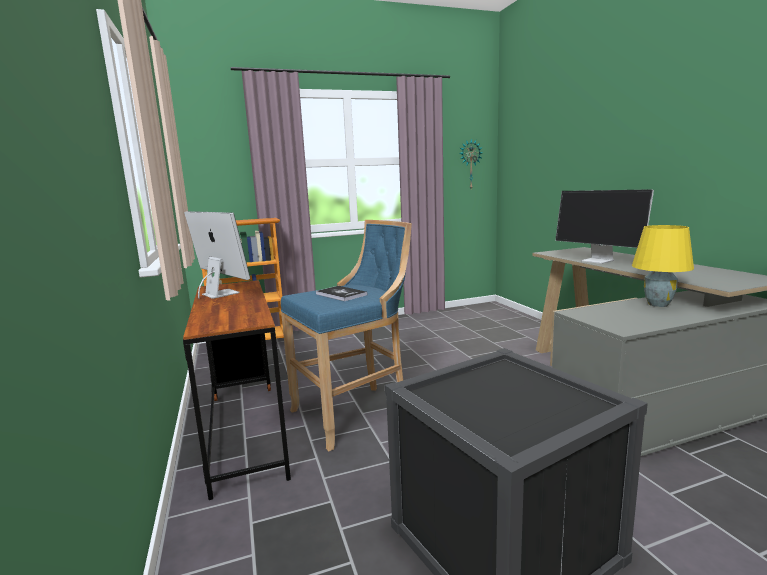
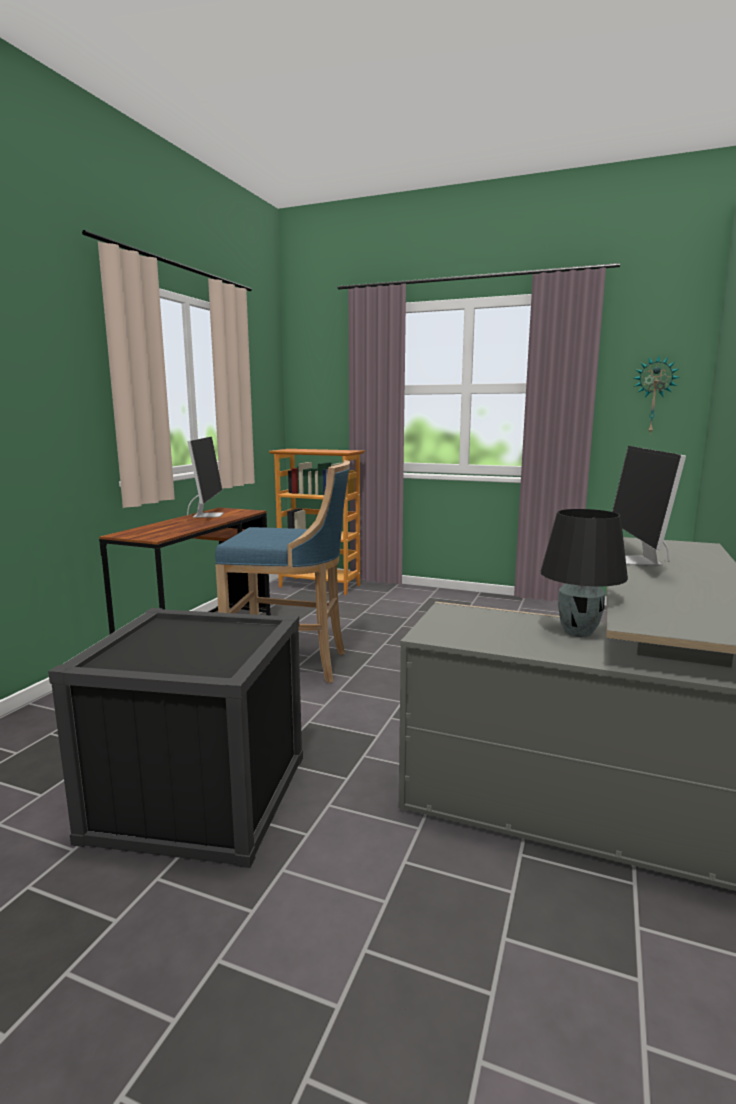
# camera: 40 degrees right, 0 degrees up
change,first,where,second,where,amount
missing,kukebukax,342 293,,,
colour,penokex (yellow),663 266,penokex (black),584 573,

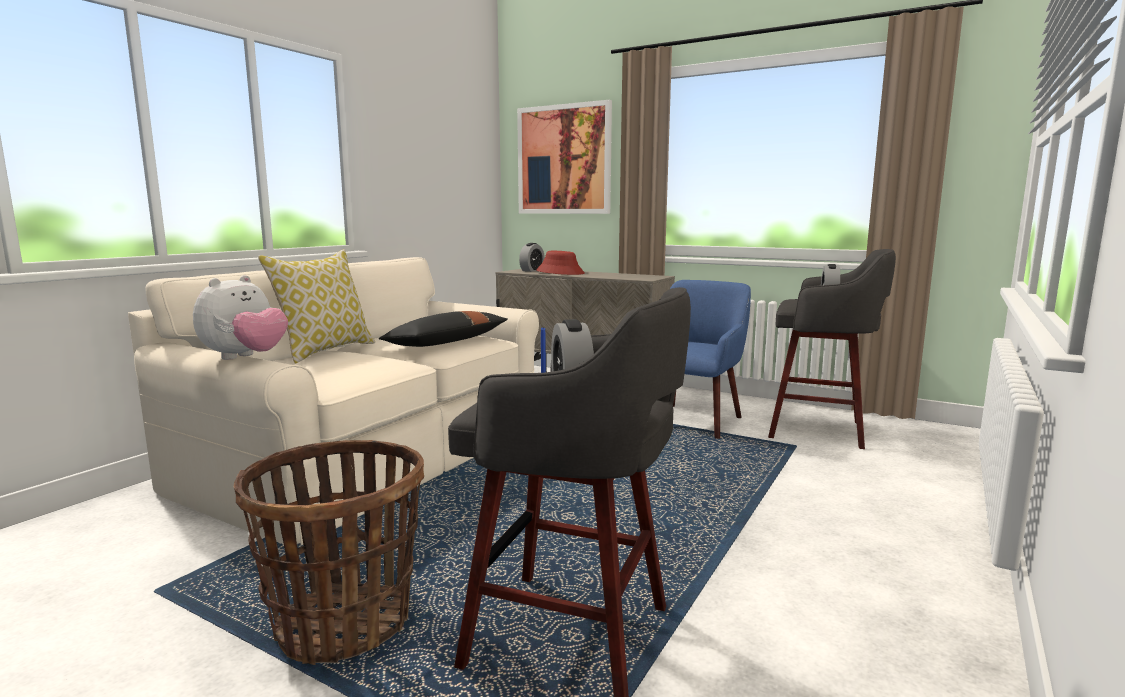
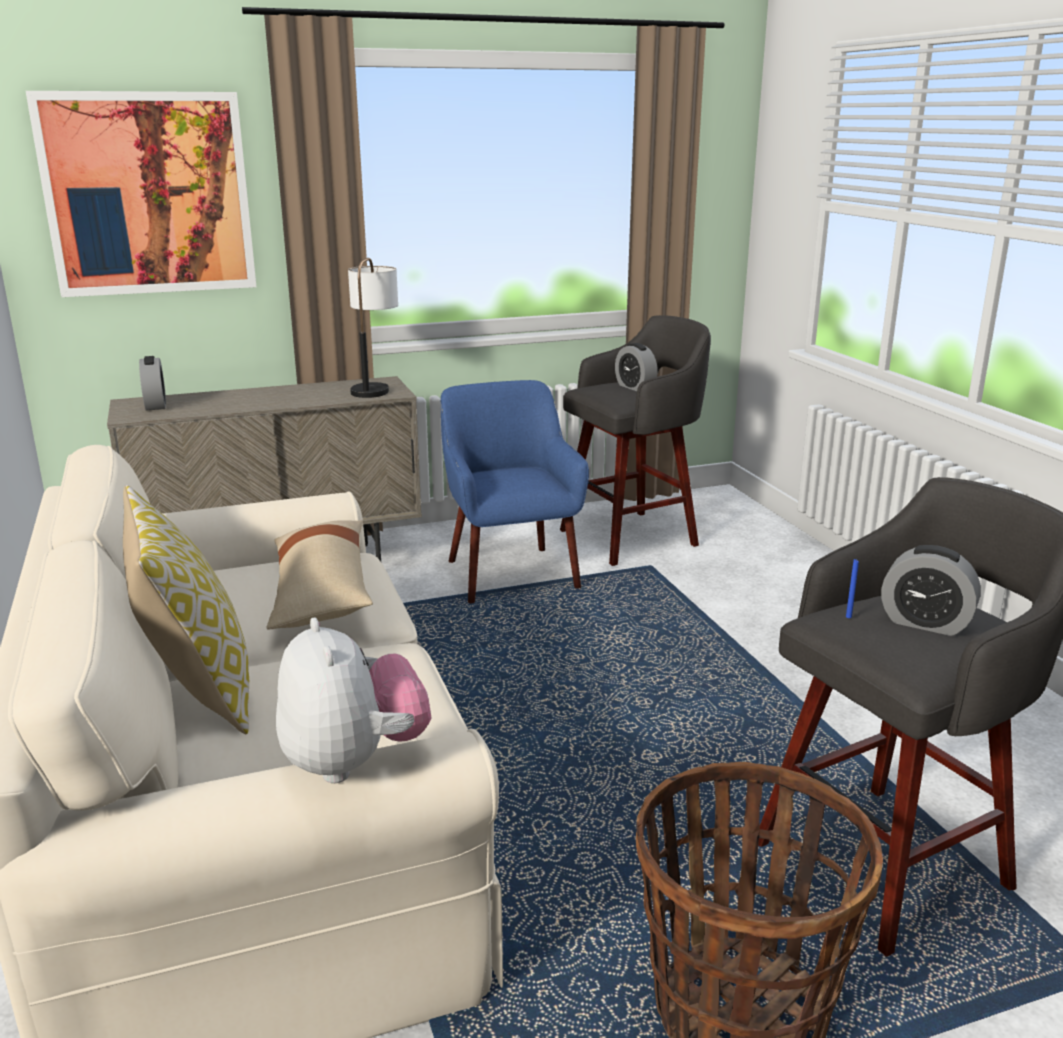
# camera: 50 degrees left, 10 degrees up
change,first,where,second,where,amount
colour,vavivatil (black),443 329,vavivatil (beige),319 575,
missing,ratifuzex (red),560 263,,,
appeared,,,penokex,373 328,

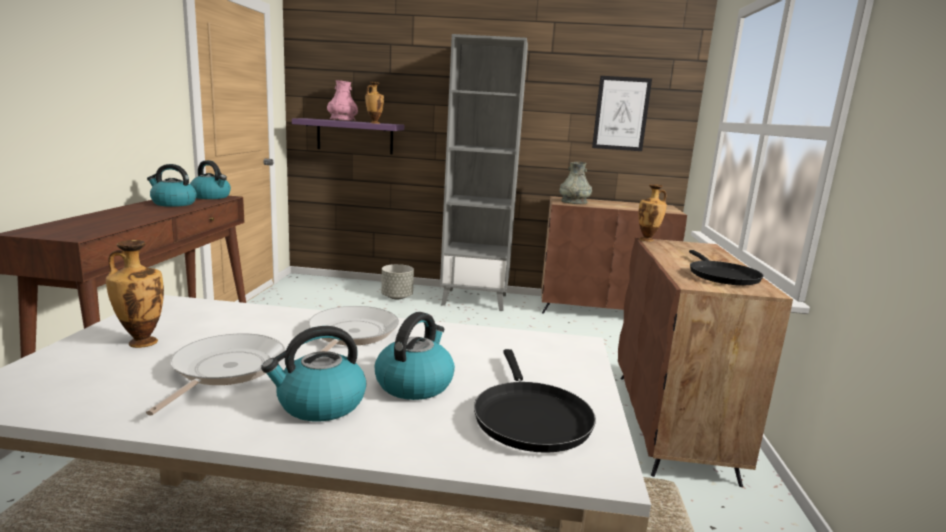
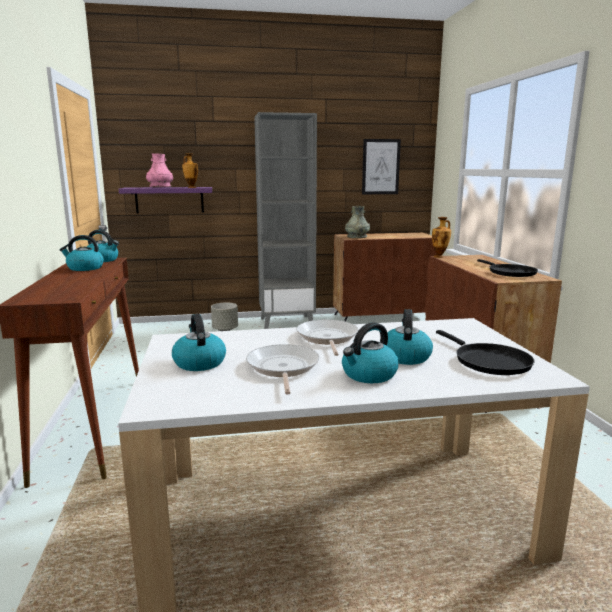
# camera: 15 degrees left, 0 degrees up
change,first,where,second,where,amount
exchanged,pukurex,135 294,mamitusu,199 342,

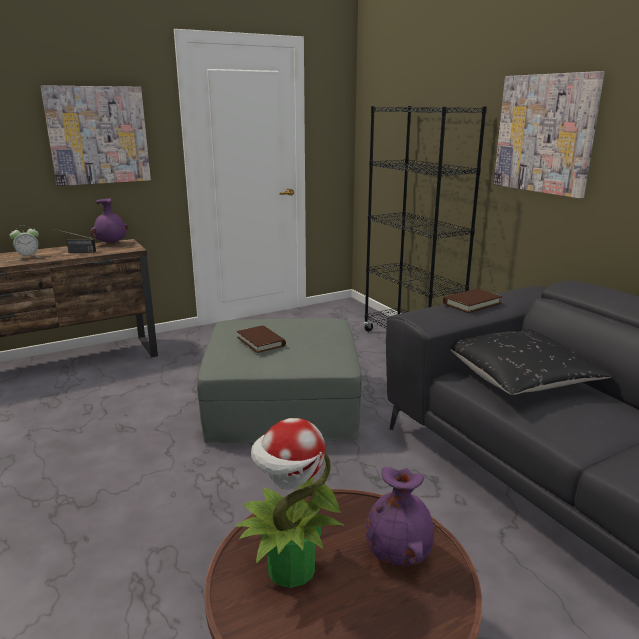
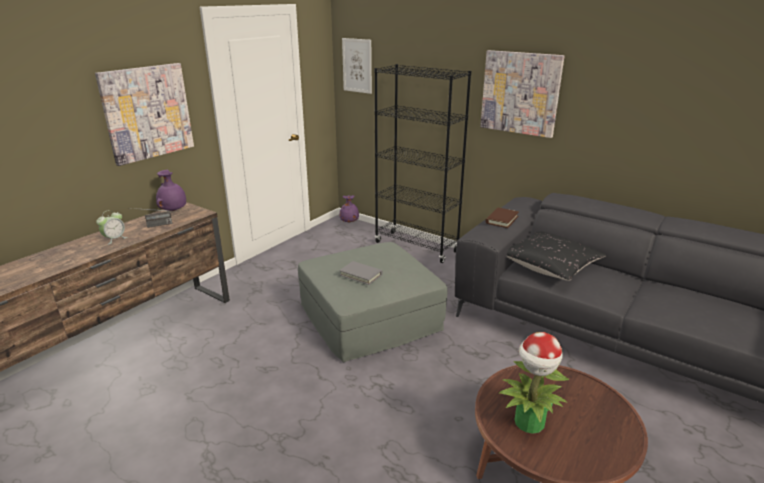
# camera: 25 degrees left, 5 degrees up
change,first,where,second,where,amount
colour,kukebukax (brown),261 339,kukebukax (grey),361 273,
relocated,pukurex (purple),400 516,,349 208,
appeared,,,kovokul,357 66,

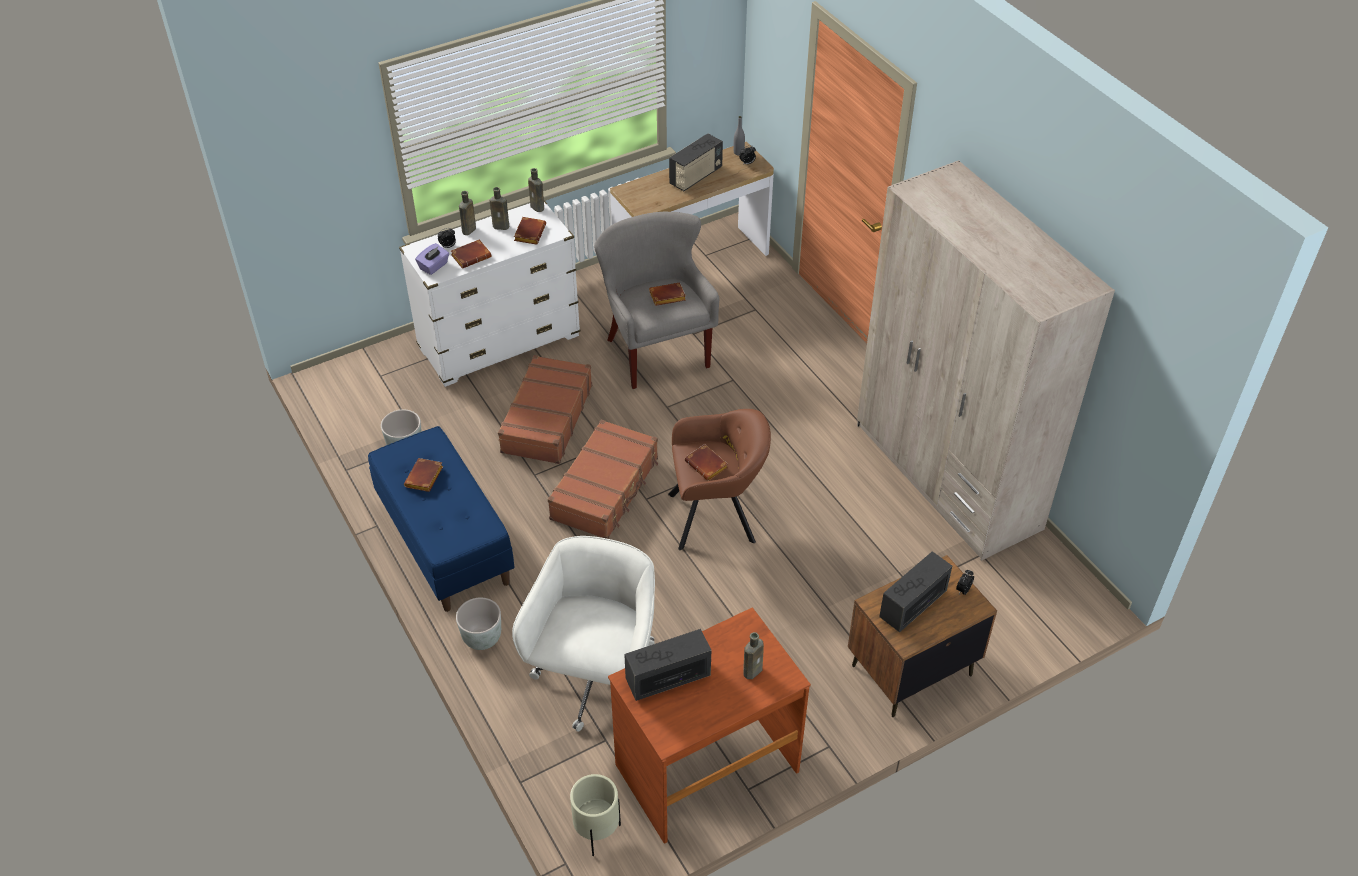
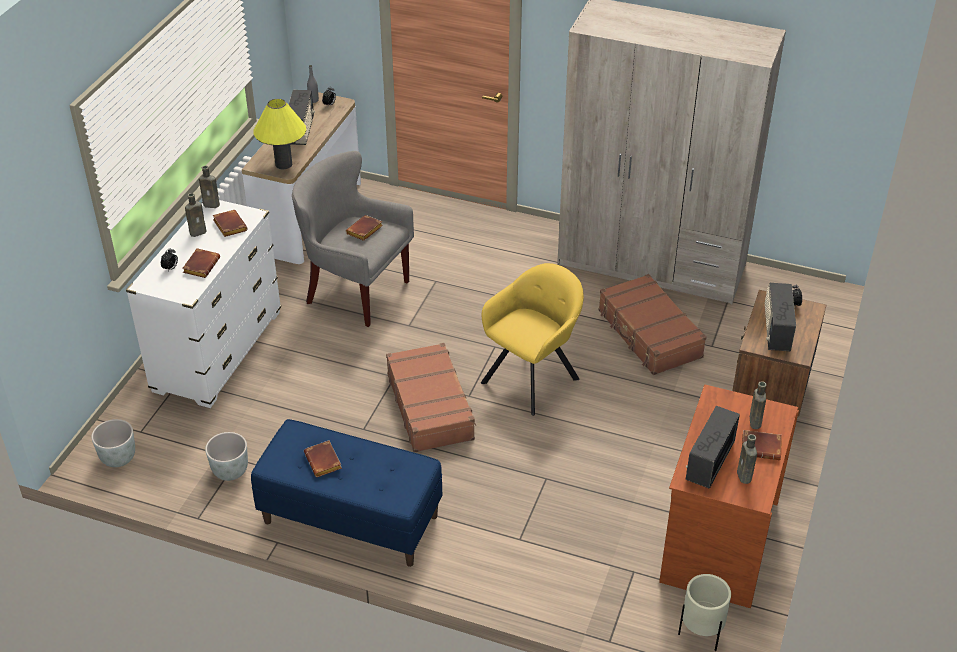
# camera: 40 degrees left, 5 degrees down
change,first,where,second,where,amount
missing,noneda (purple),432 259,,,
relocated,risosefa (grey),478 624,,113 443,
relocated,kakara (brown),467 213,,747 459,
relocated,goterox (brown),545 409,,653 324,
missing,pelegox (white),583 634,,,
colour,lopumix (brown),719 479,lopumix (yellow),532 339,
relocated,kukebukax (brown),706 462,,762 445,
appeared,,,penokex (yellow),279 134,

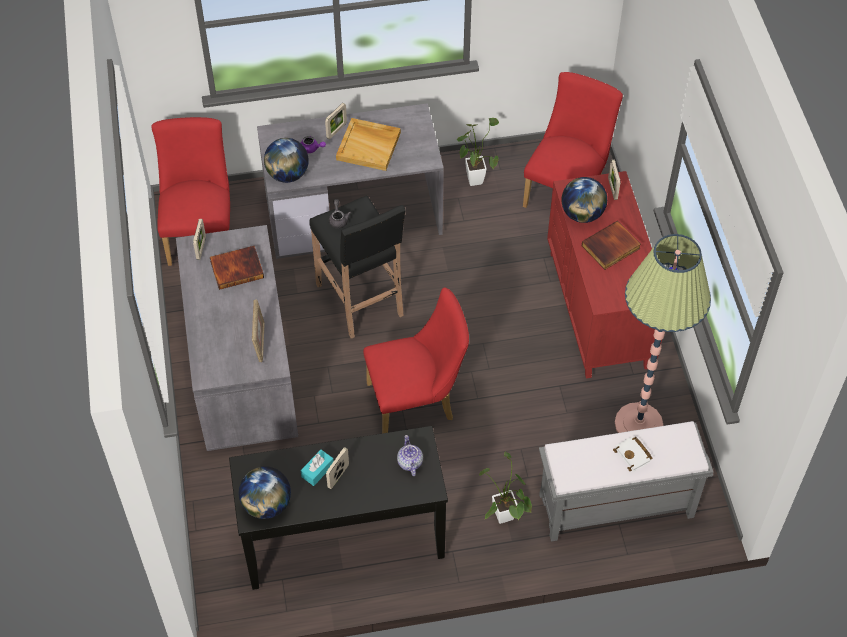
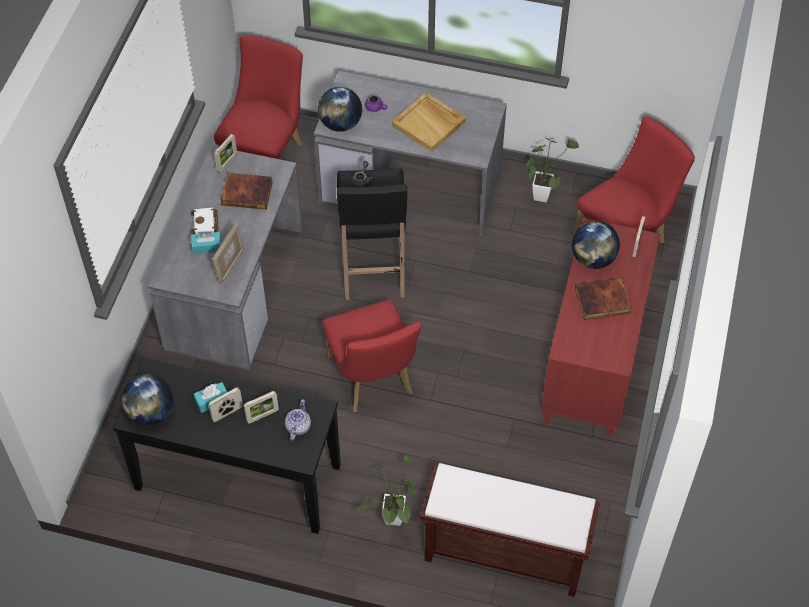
# camera: 25 degrees right, 0 degrees up
change,first,where,second,where,amount
relocated,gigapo,336 121,,261 407,
spun,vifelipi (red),416 360,,372 356,60 degrees clockwise
colour,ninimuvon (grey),626 481,ninimuvon (brown),509 530,
relocated,kukebukax (white),632 454,,204 221,
missing,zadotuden,663 333,,,
appeared,,,noneda (turquoise),206 243,

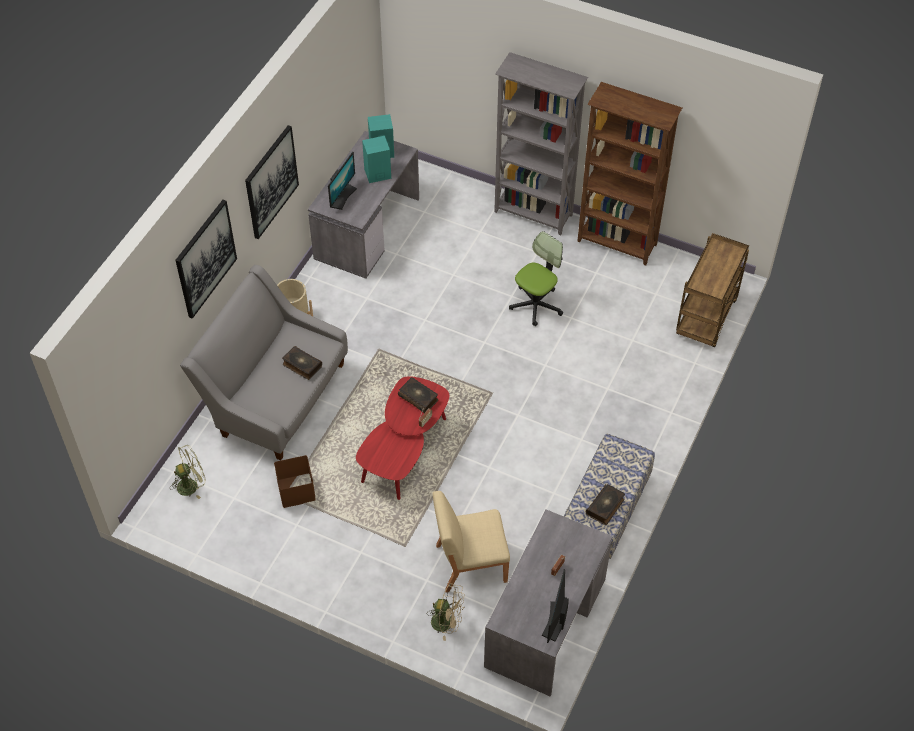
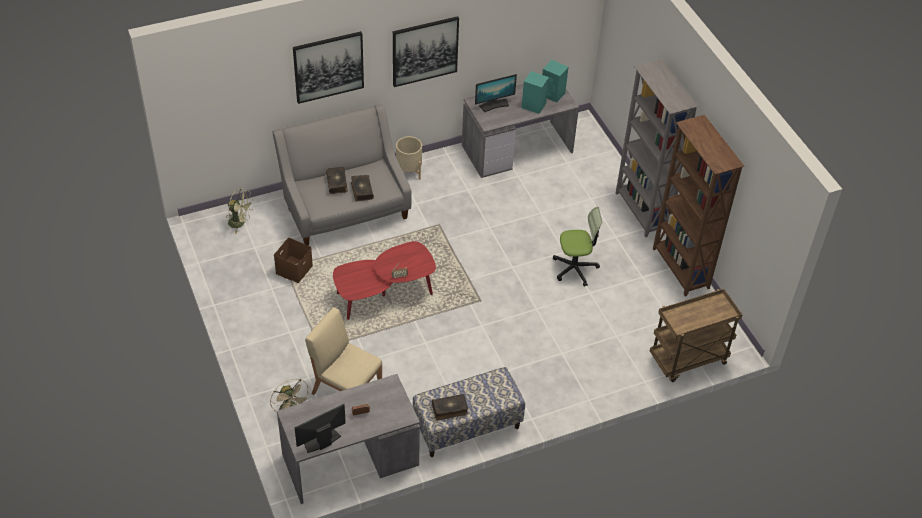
# camera: 40 degrees right, 5 degrees down
change,first,where,second,where,amount
relocated,kukebukax,418 395,,337 180,

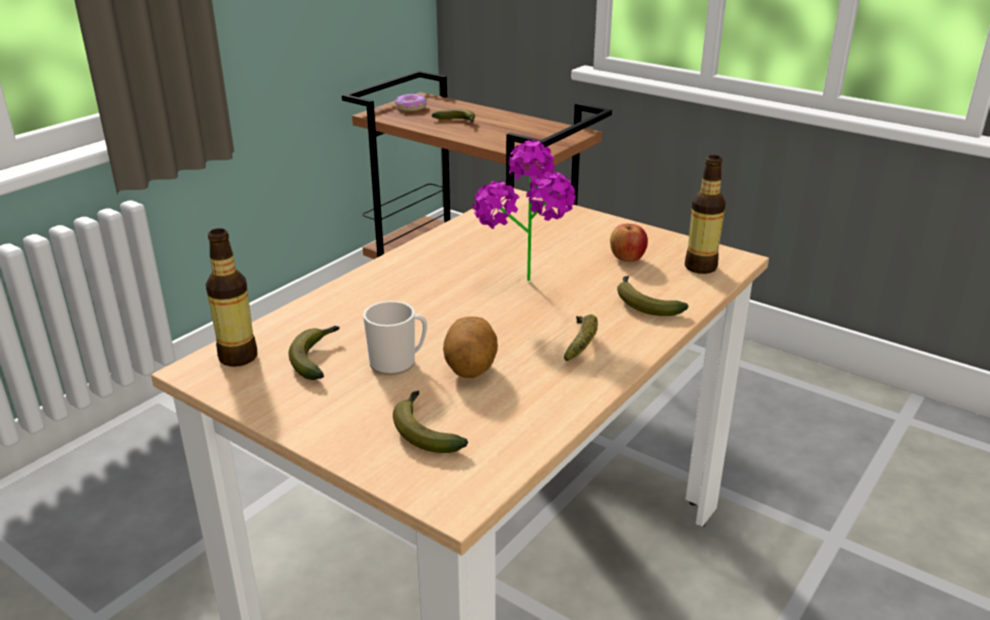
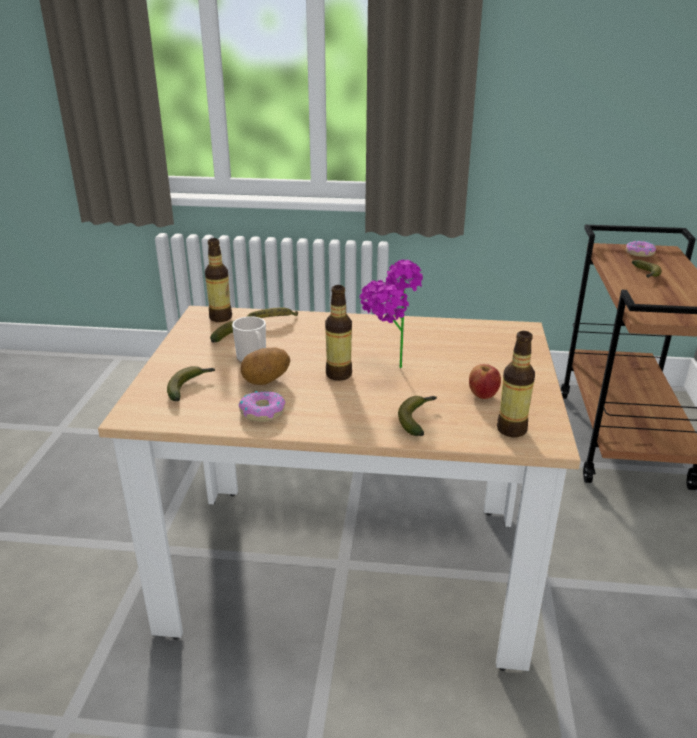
# camera: 60 degrees right, 0 degrees up
change,first,where,second,where,amount
relocated,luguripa,581 337,,272 312,
appeared,,,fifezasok,262 406,
appeared,,,kakara,338 333,

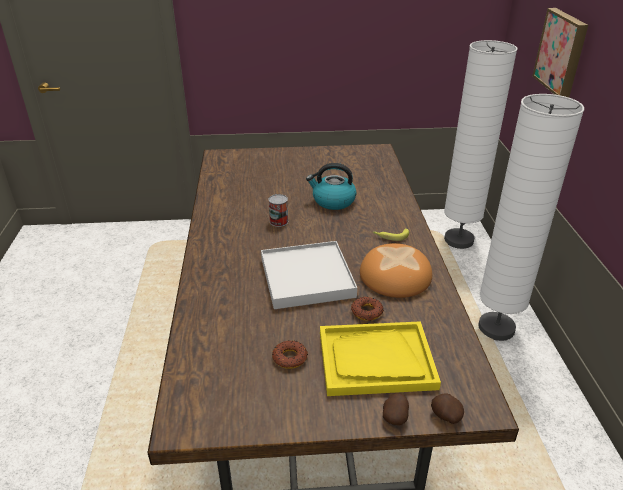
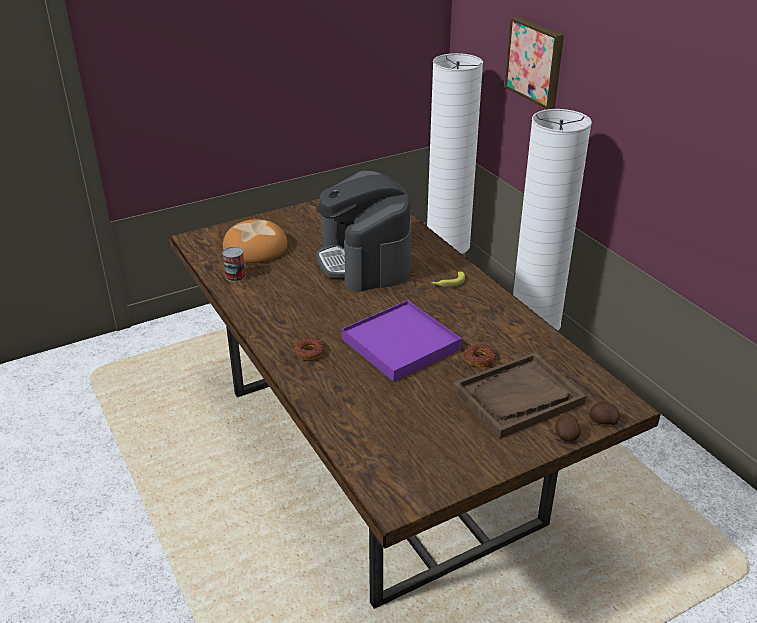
# camera: 25 degrees left, 0 degrees up
change,first,where,second,where,amount
colour,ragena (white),309 275,ragena (purple),402 341,
relocated,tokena,278 210,,234 264,
relocated,fifezasok,290 354,,309 348,
exchanged,mamitusu,331 186,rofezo,363 231,
colour,ragena (yellow),380 358,ragena (brown),519 395,
relocated,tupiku,396 270,,255 241,

